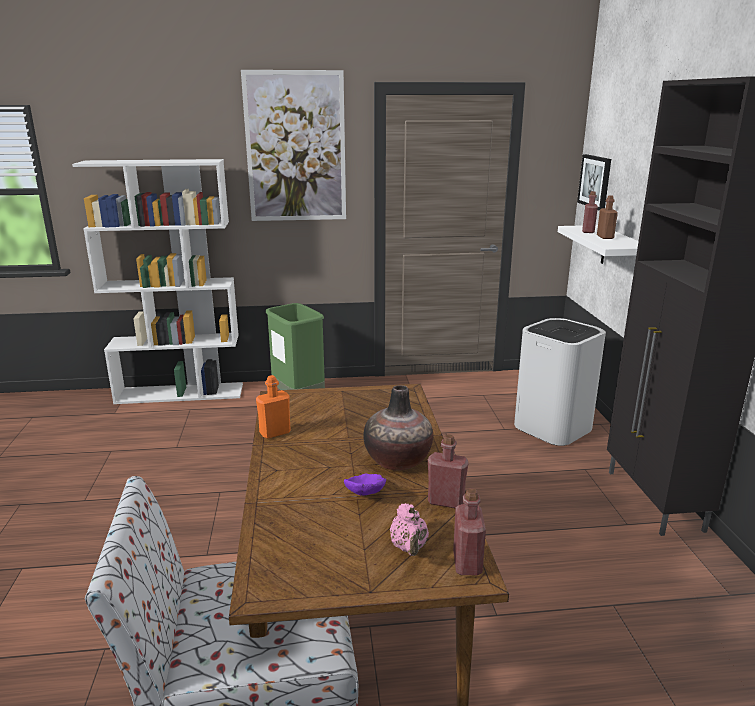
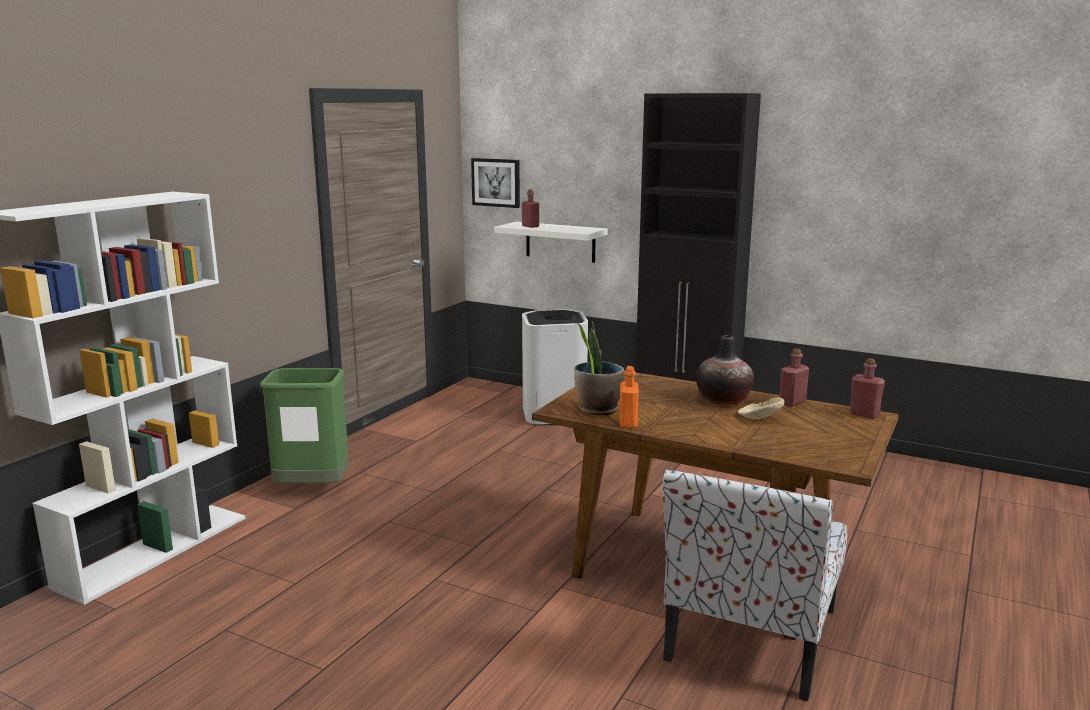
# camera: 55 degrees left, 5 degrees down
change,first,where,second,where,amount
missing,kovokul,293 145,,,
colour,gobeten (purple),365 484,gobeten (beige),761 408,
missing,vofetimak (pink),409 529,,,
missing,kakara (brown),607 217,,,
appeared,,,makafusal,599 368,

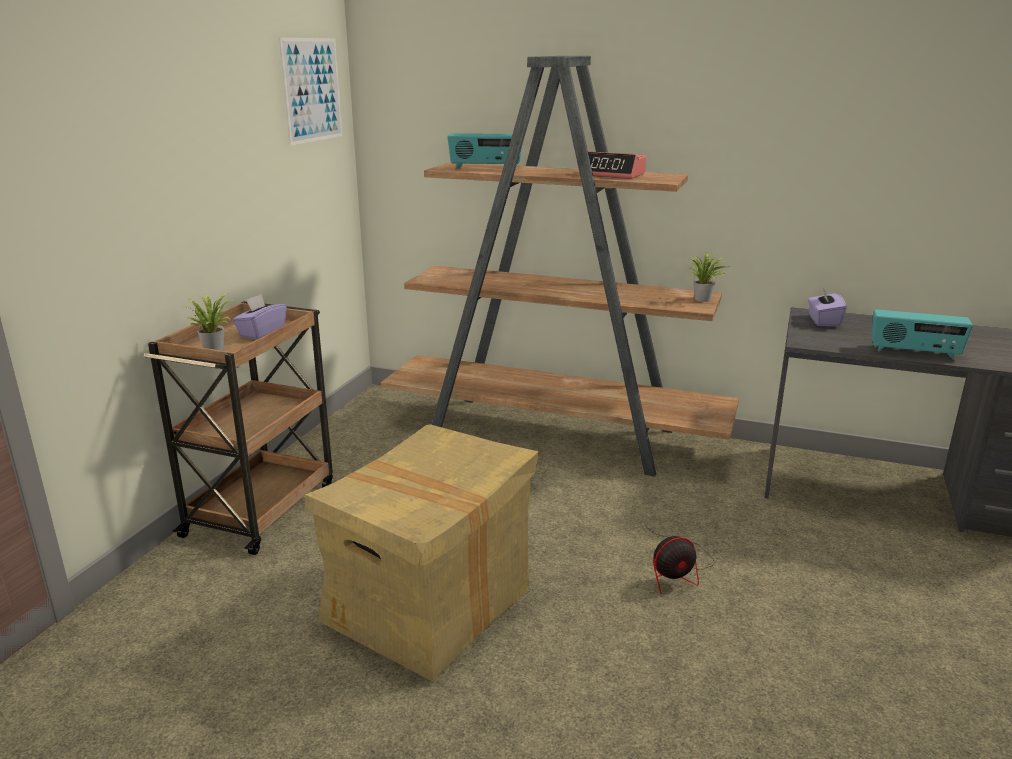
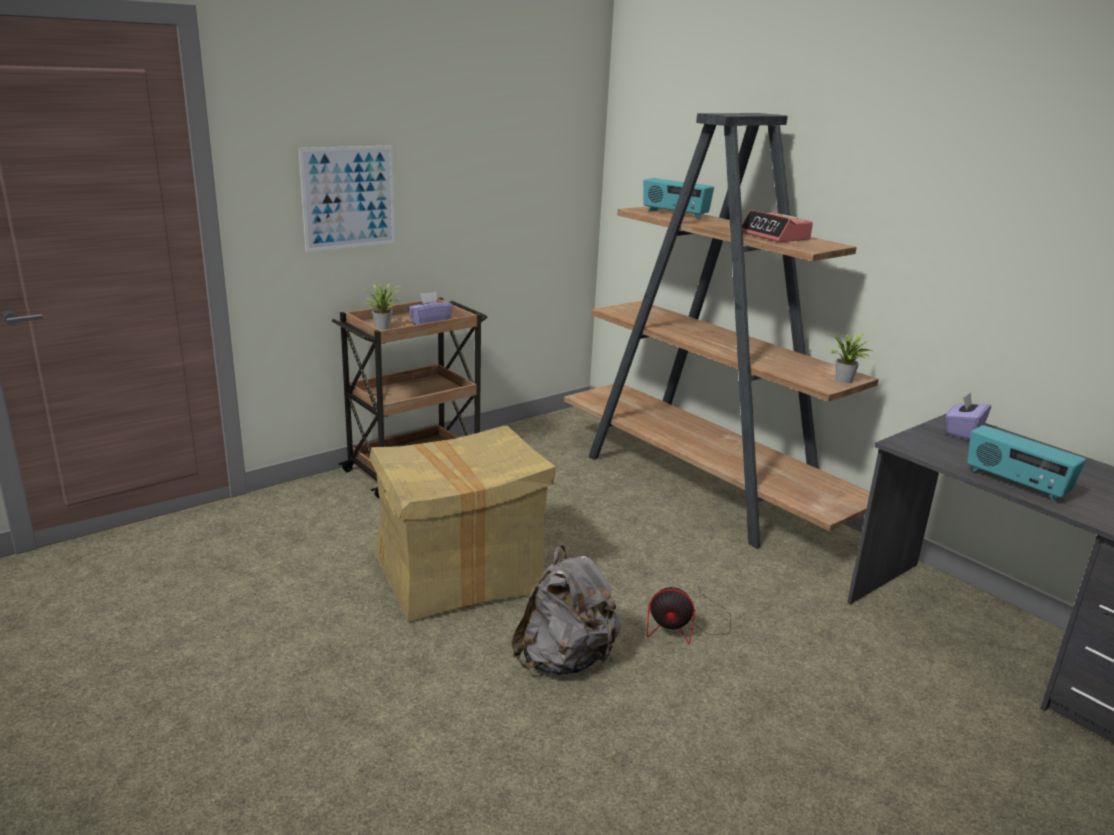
# camera: 30 degrees right, 0 degrees up
change,first,where,second,where,amount
relocated,kovokul,311 92,,347 198,
appeared,,,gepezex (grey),566 610,

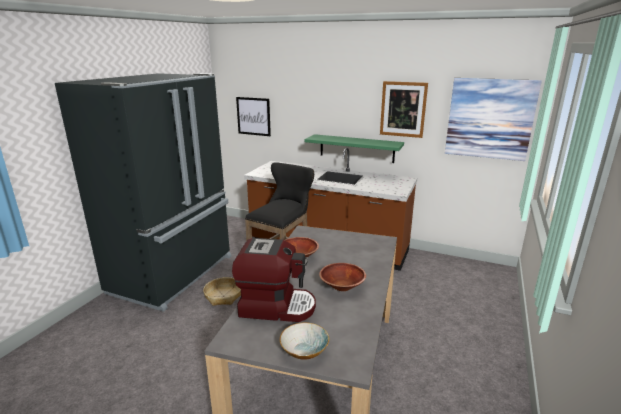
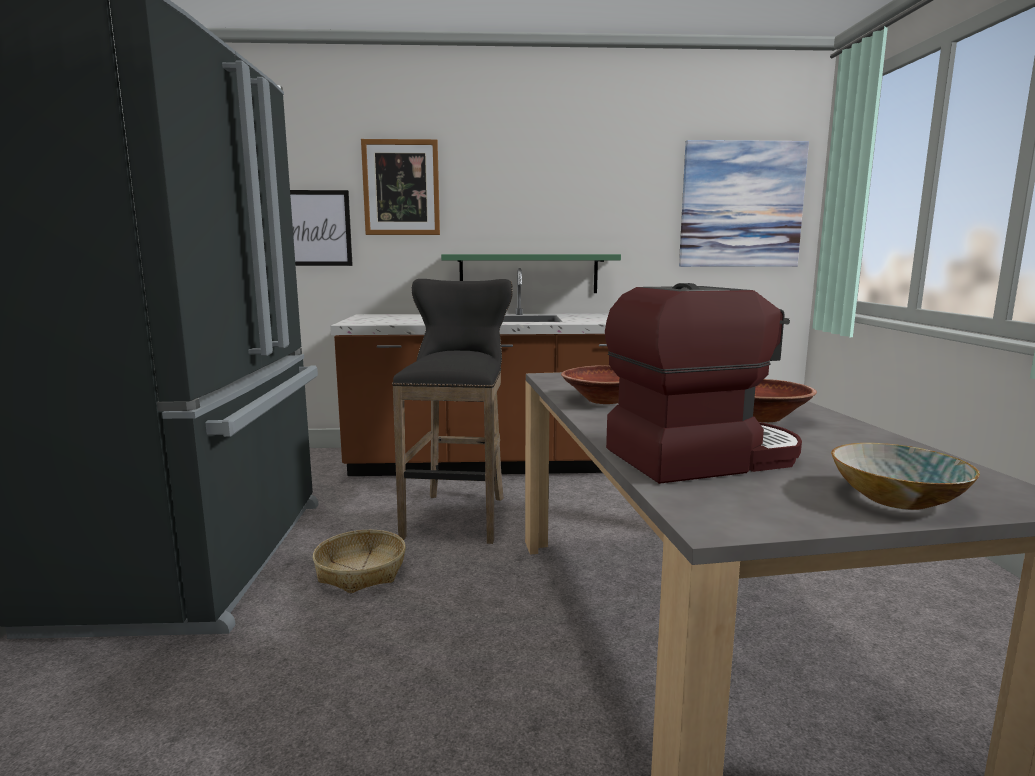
# camera: 25 degrees left, 10 degrees down
change,first,where,second,where,amount
relocated,kovokul,404 109,,400 187,

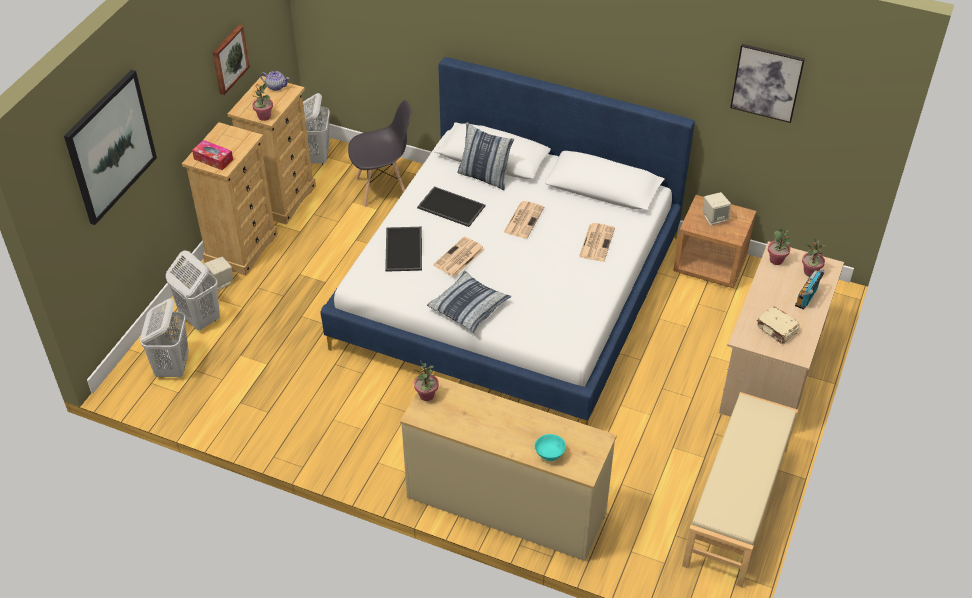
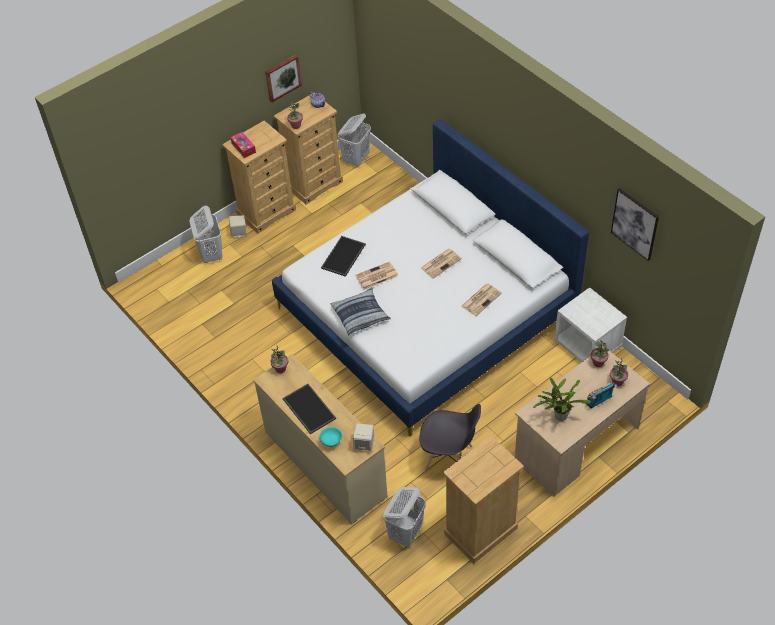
# camera: 30 degrees right, 5 degrees up
change,first,where,second,where,amount
missing,kovokul,110 147,,,
relocated,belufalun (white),164 338,,404 517,
relocated,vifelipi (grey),379 153,,450 439,
relocated,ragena,451 206,,309 409,
missing,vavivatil,486 156,,,
colour,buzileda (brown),714 241,buzileda (white),590 324,
exchanged,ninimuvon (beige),740 489,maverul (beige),483 500,
relocated,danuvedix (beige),717 208,,363 437,
exchanged,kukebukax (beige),778 325,makafusal,562 399,

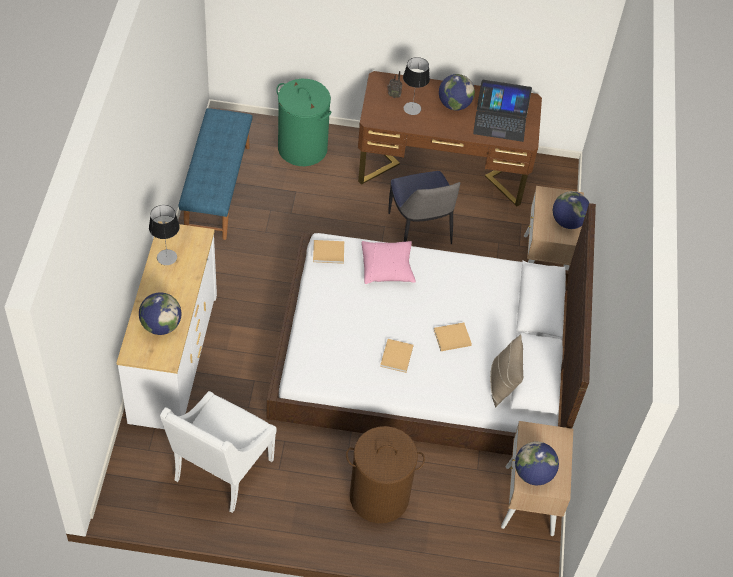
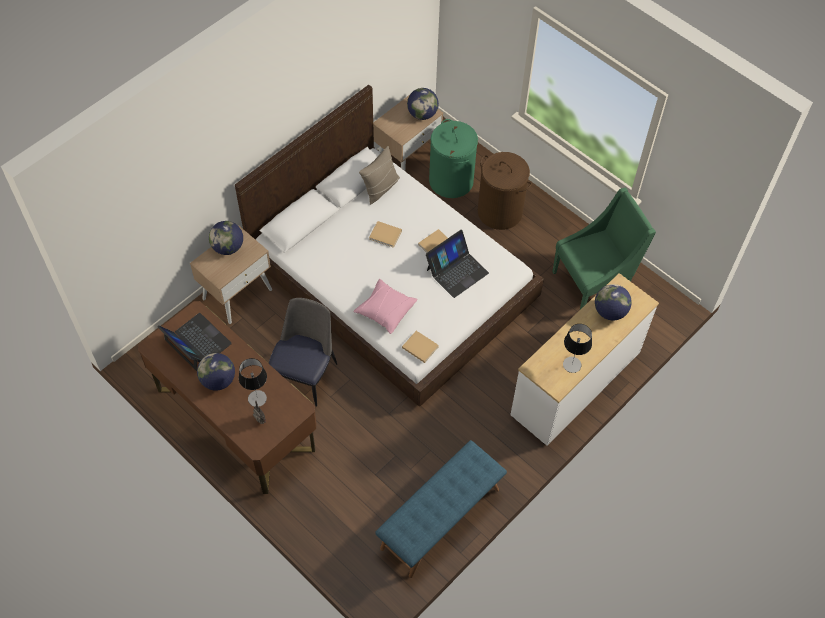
# camera: 140 degrees left, 5 degrees up
change,first,where,second,where,amount
colour,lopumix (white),218 452,lopumix (green),604 249,
relocated,belufalun (green),304 122,,453 158,
appeared,,,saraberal,457 264,

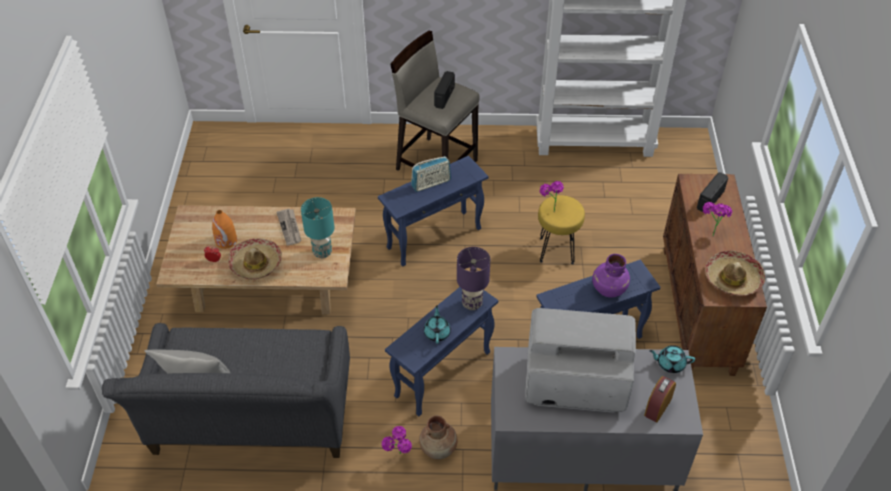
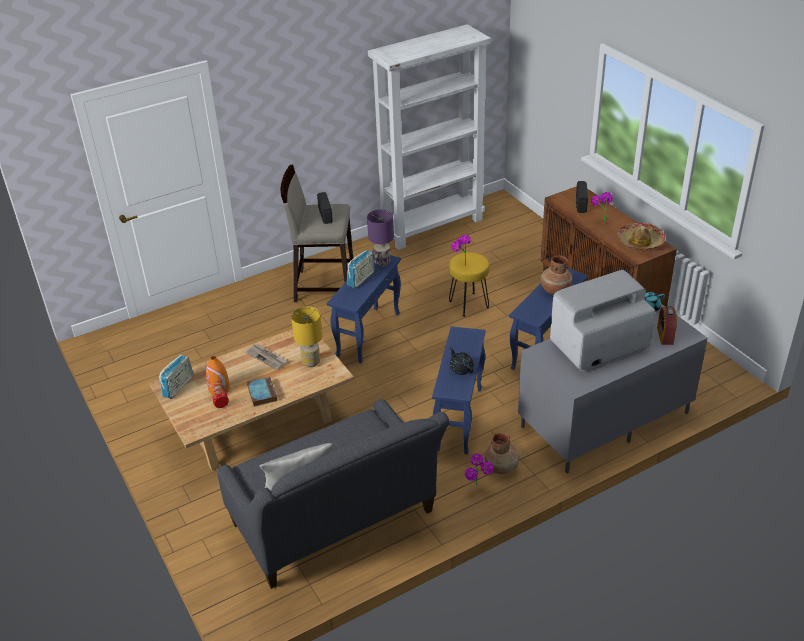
# camera: 30 degrees left, 10 degrees down
change,first,where,second,where,amount
exchanged,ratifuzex,255 259,kukebukax,262 391,
colour,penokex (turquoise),318 227,penokex (yellow),307 336,
colour,vofetimak (turquoise),437 324,vofetimak (black),462 361,
relocated,penokex (purple),473 278,,380 237,
colour,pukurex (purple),611 276,pukurex (brown),556 275,
appeared,,,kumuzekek,176 377,

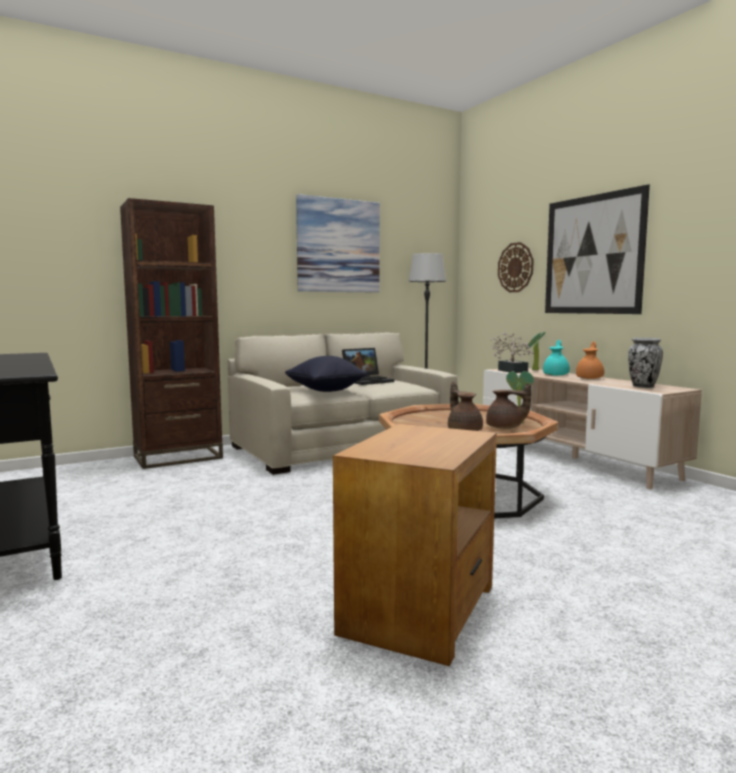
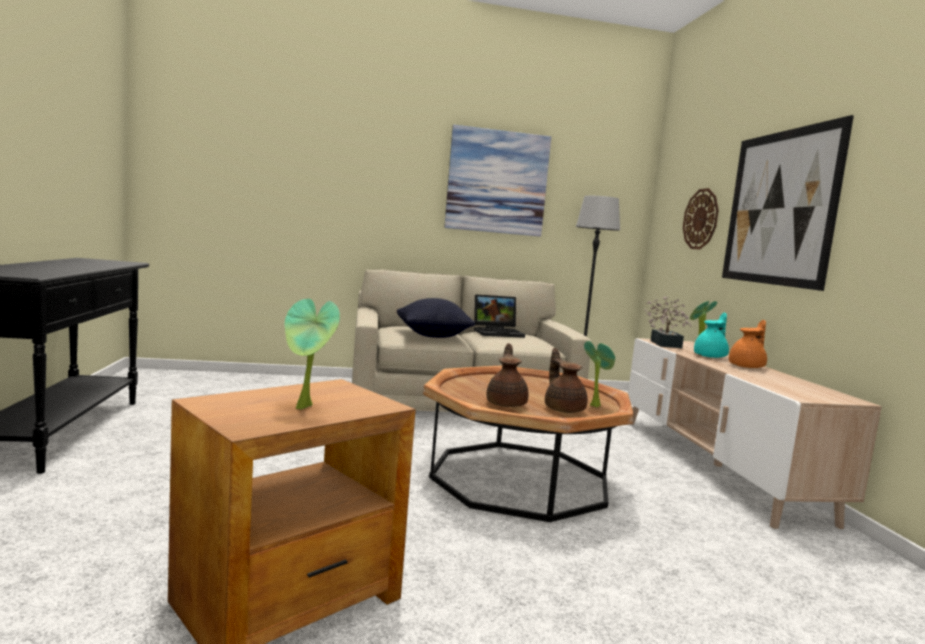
# camera: 20 degrees right, 0 degrees up
change,first,where,second,where,amount
missing,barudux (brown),171 333,,,
spun,vofetimak (brown),509 406,,566 380,150 degrees counterclockwise
missing,pukurex,645 363,,,
appeared,,,makafusal,312 354,

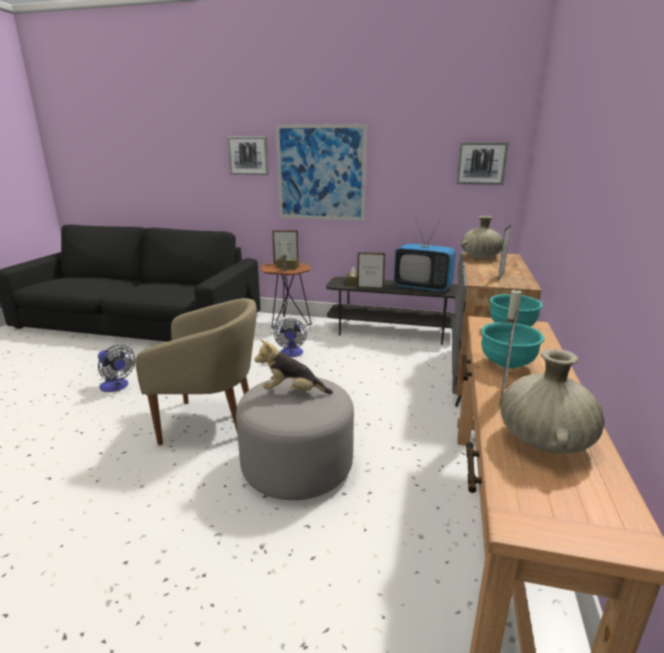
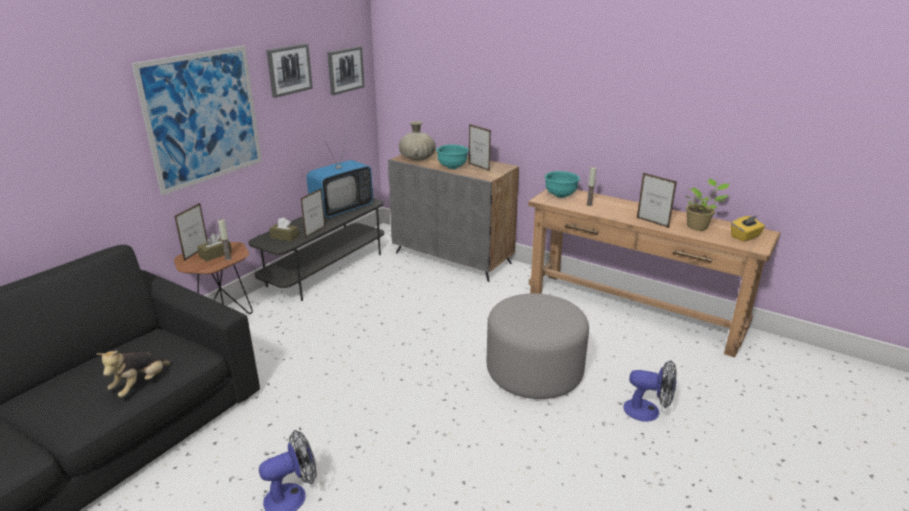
# camera: 70 degrees left, 5 degrees up
change,first,where,second,where,amount
missing,lopumix (beige),196 371,,,
relocated,kovokul,248 155,,289 70,
relocated,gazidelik,293 366,,135 373,
relocated,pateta,290 337,,650 391,
relocated,gobeten (turquoise),512 345,,452 157,
exchanged,pukurex (beige),552 401,makafusal,707 205,
appeared,,,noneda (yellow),748 228,

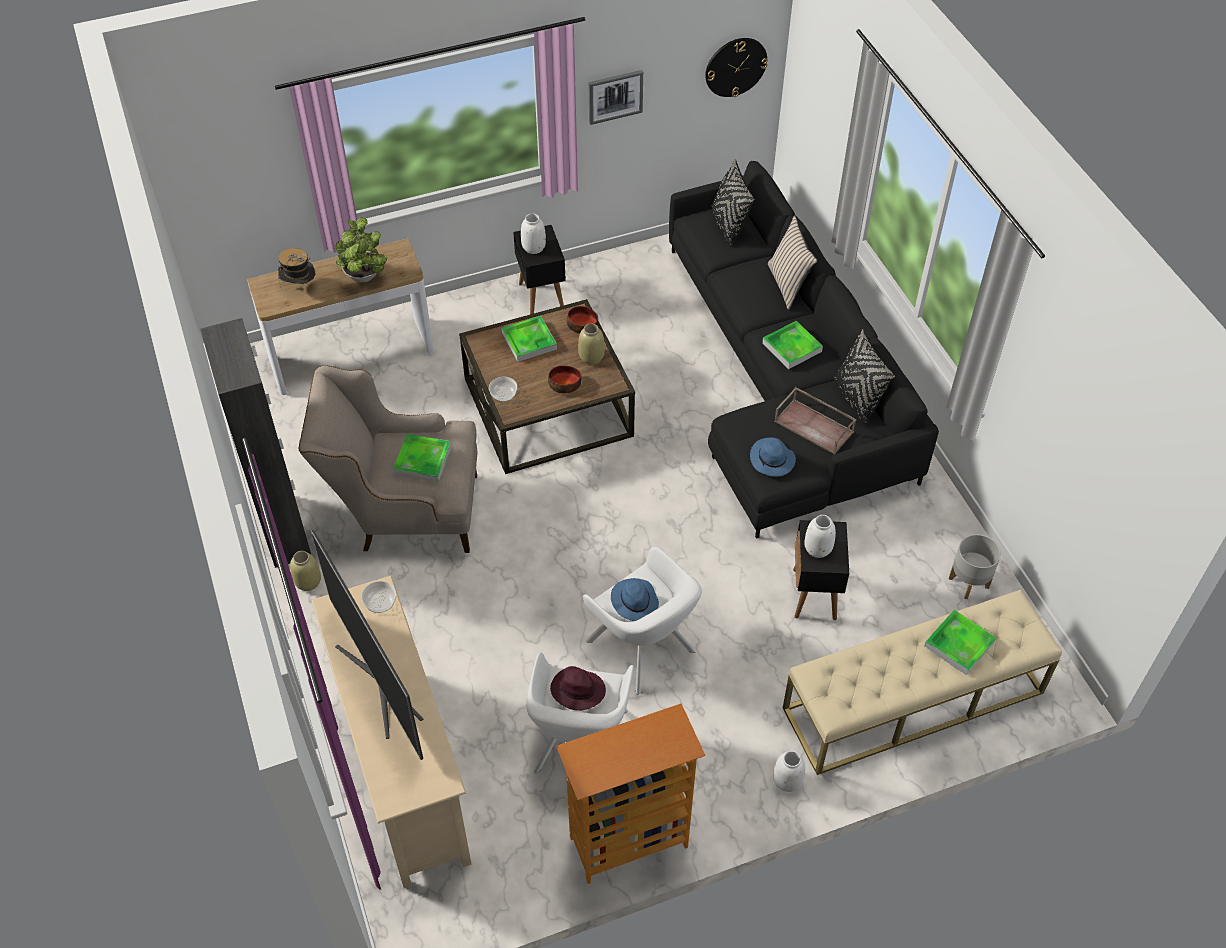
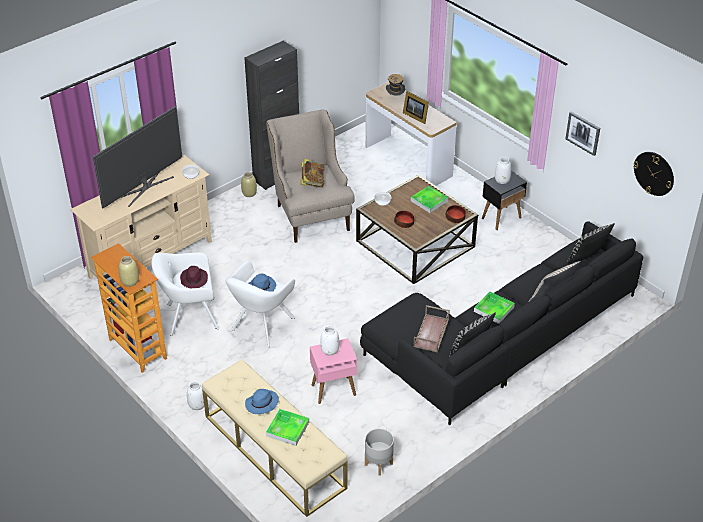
# camera: 70 degrees right, 10 degrees down
change,first,where,second,where,amount
exchanged,makafusal,361 250,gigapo,416 107,
exchanged,ragena,422 458,kukebukax,312 173,
relocated,pukurex (beige),591 344,,129 271,
relocated,ratifuzex (blue),773 457,,262 401,
colour,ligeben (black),821 570,ligeben (pink),333 371,

